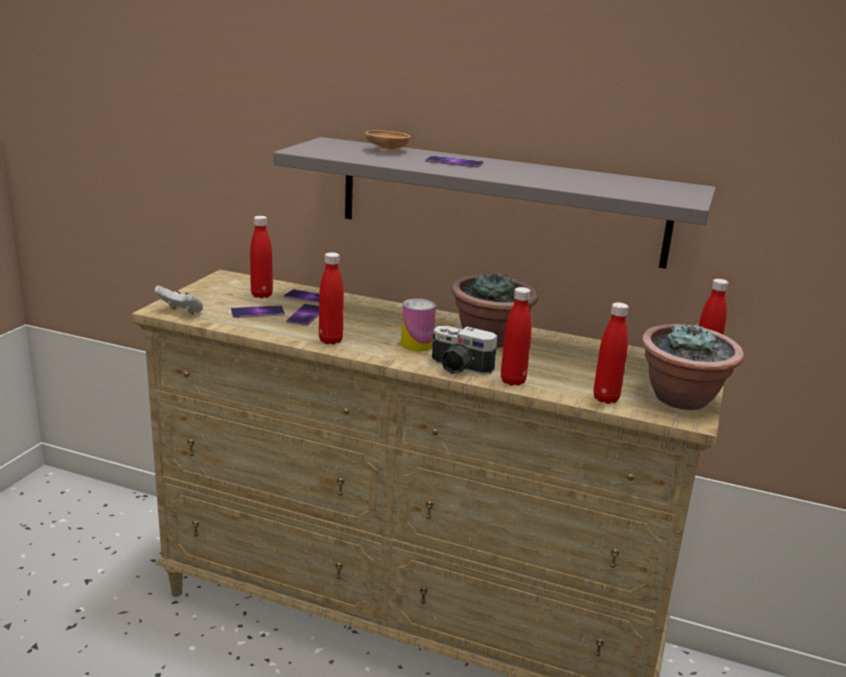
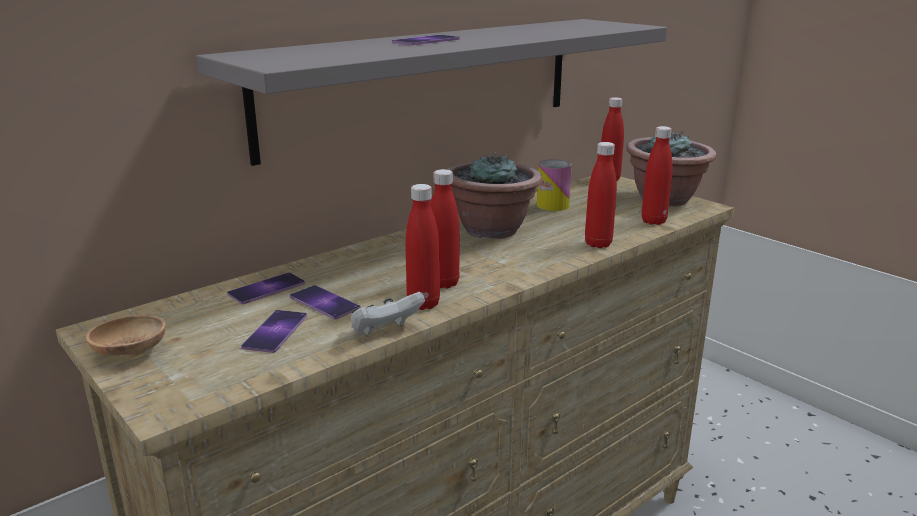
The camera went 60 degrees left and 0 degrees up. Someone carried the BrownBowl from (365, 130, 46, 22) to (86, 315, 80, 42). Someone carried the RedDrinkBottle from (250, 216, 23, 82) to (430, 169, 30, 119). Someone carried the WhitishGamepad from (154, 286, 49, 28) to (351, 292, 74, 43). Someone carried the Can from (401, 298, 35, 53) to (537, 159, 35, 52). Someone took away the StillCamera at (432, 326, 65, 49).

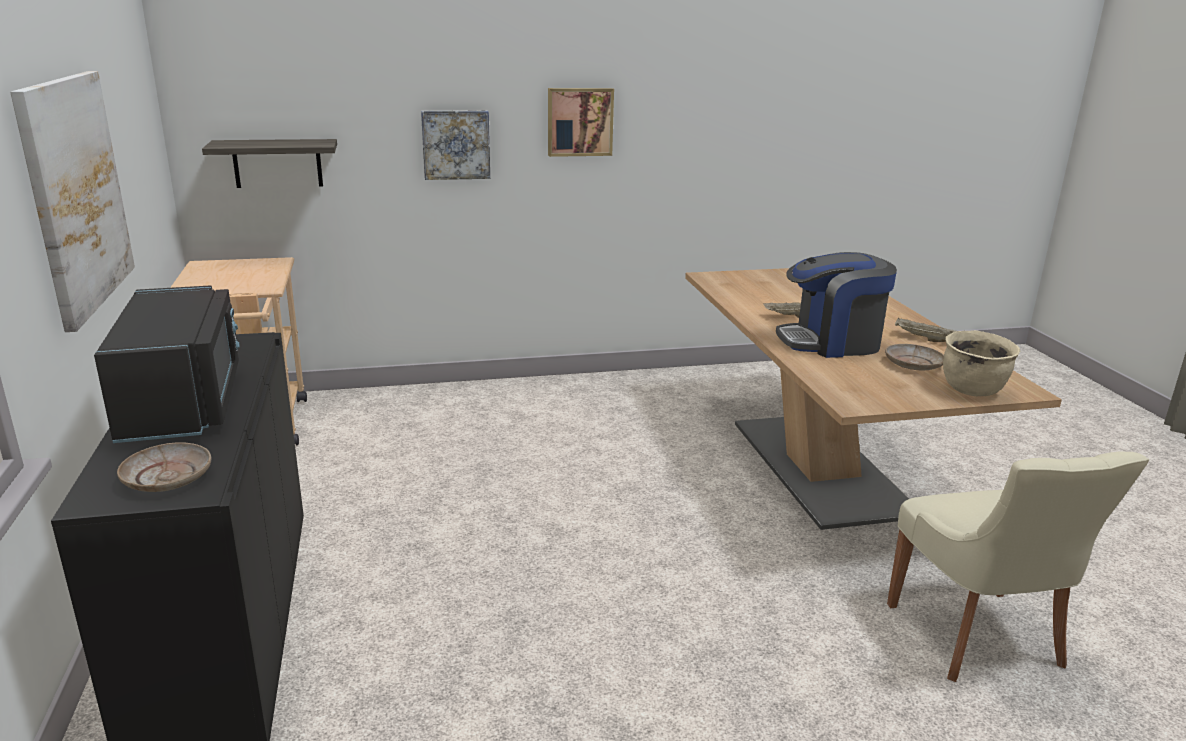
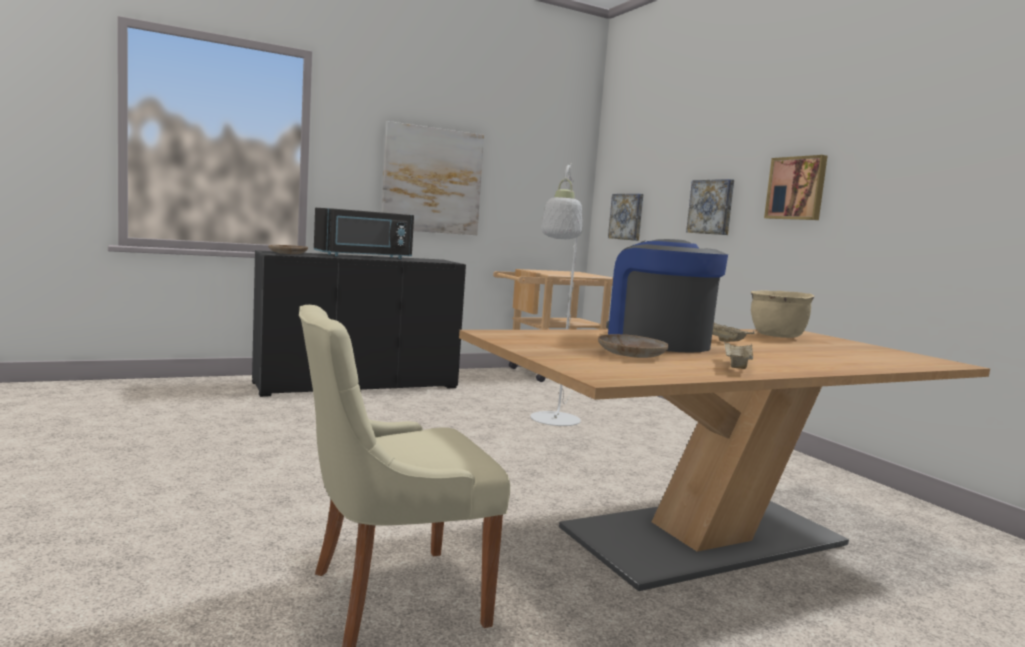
The camera went 75 degrees right and 15 degrees down. Someone swapped the Shelf at (202, 139, 135, 49) for the Picture at (608, 194, 35, 47). Someone carried the SandColouredStockpot from (943, 330, 77, 66) to (751, 290, 64, 48). Someone put down the WhitishStandingLamp at (530, 163, 53, 263).

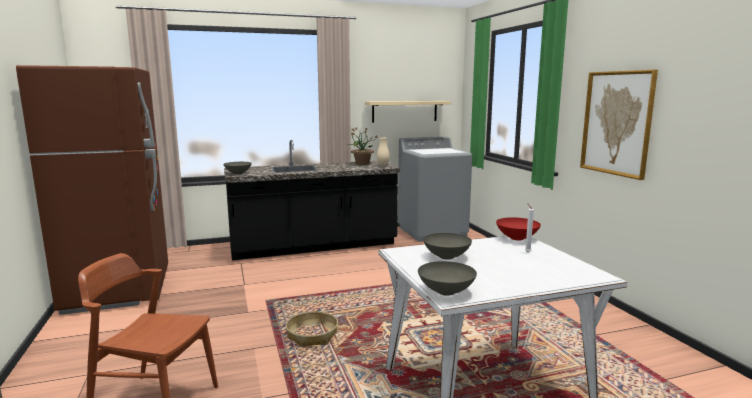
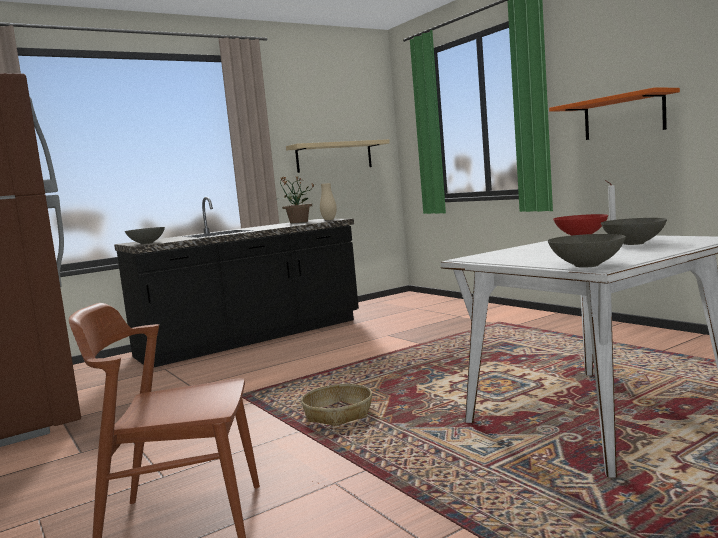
The camera went 15 degrees left and 5 degrees down. Someone swapped the Picture at (580, 70, 78, 110) for the OrangeShelf at (549, 87, 131, 53). Someone took away the GreyishWashingMachine at (398, 137, 74, 105). Someone carried the GreyishBowl from (423, 233, 49, 27) to (601, 218, 66, 27).

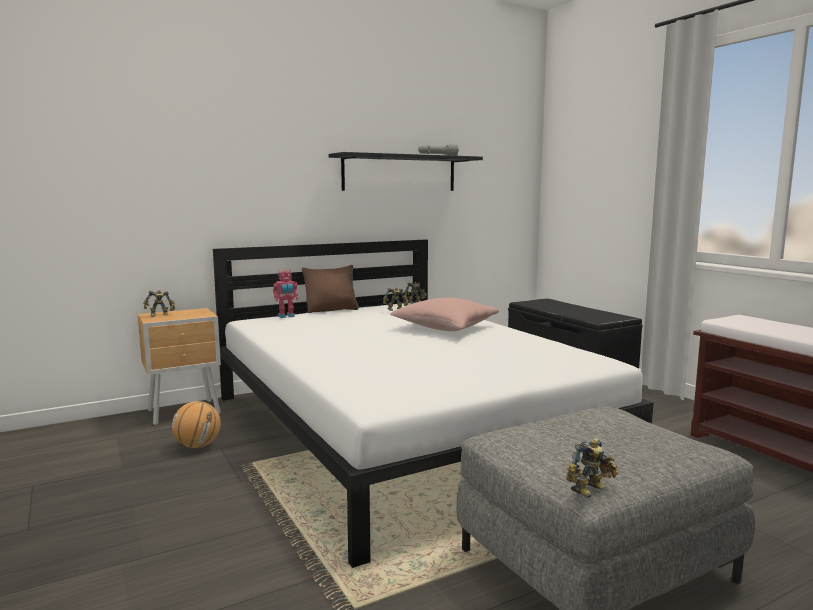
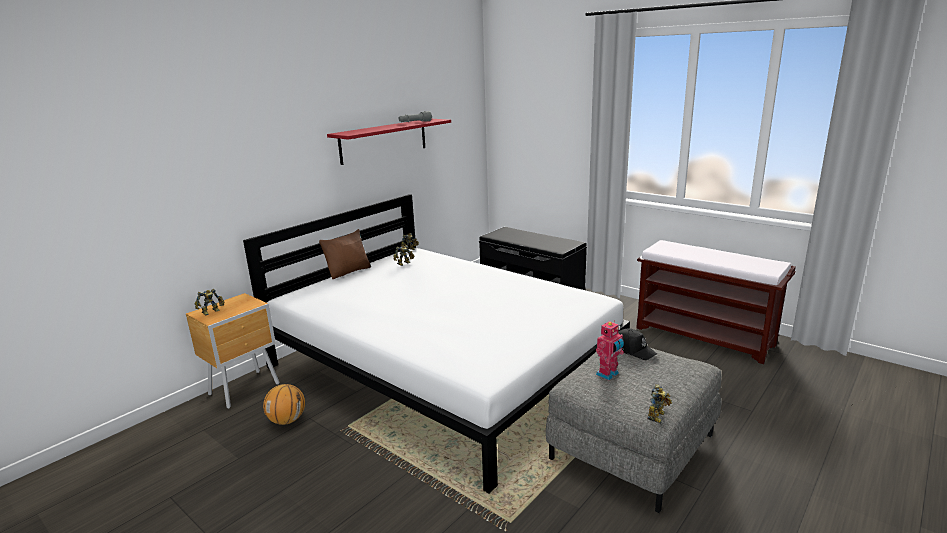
The camera went 20 degrees left and 10 degrees up. Someone repainted the BlackishShelf at (329, 152, 154, 39), which became the RedShelf at (327, 119, 124, 46). Someone carried the ModelRobot from (273, 269, 25, 49) to (596, 321, 28, 59). Someone took away the PinkPillow at (390, 298, 109, 33). Someone put down the BlackishBaseballCap at (618, 328, 39, 32).

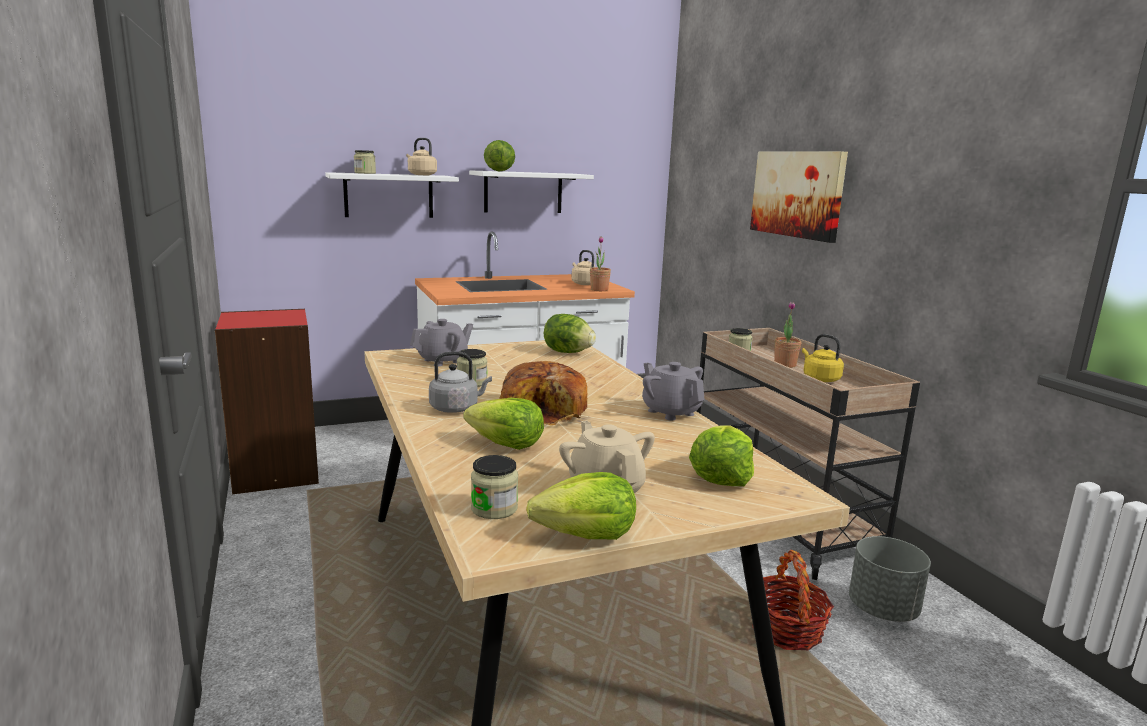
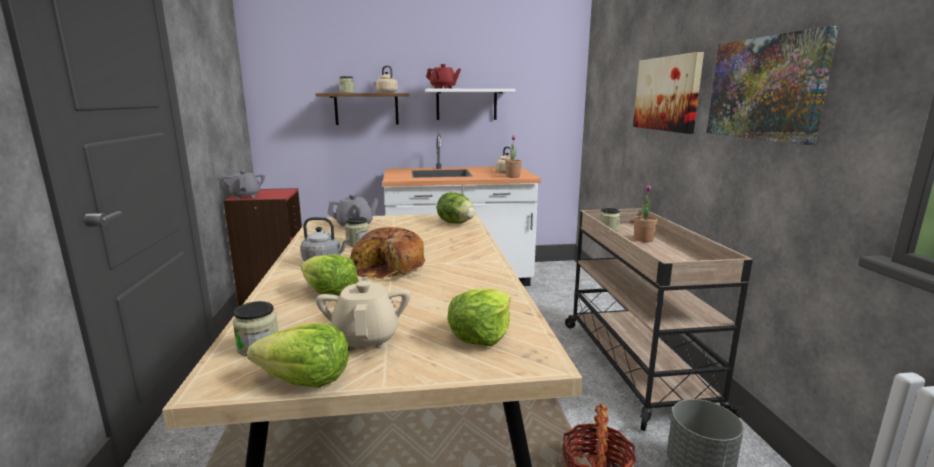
The camera went 15 degrees right and 0 degrees up. Someone swapped the Lettuce at (484, 140, 31, 32) for the RedTeaPot at (426, 64, 35, 25). Someone repainted the WhitishShelf at (325, 172, 134, 46), which became the BrownShelf at (316, 93, 93, 32). Someone took away the YellowKettle at (802, 334, 42, 48). Someone carried the GreyishTeaPot from (642, 362, 63, 59) to (222, 170, 43, 29). Someone put up the Picture at (707, 26, 132, 119).

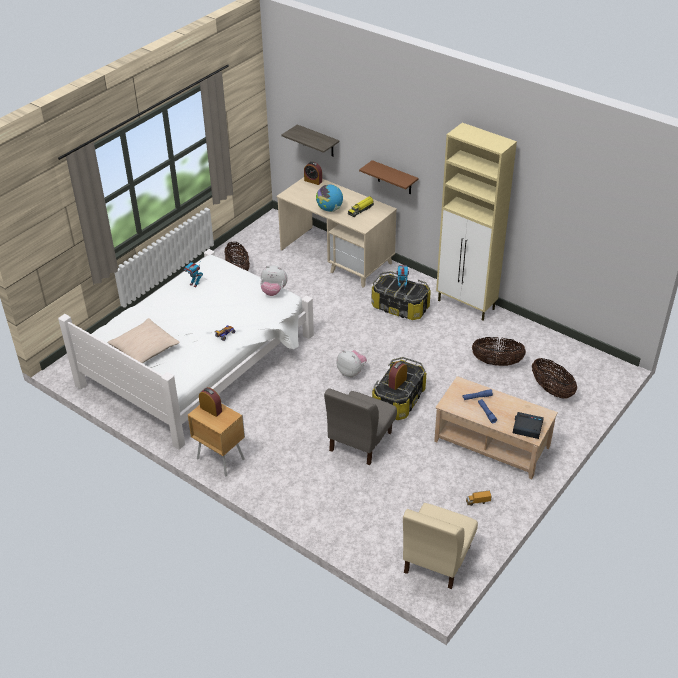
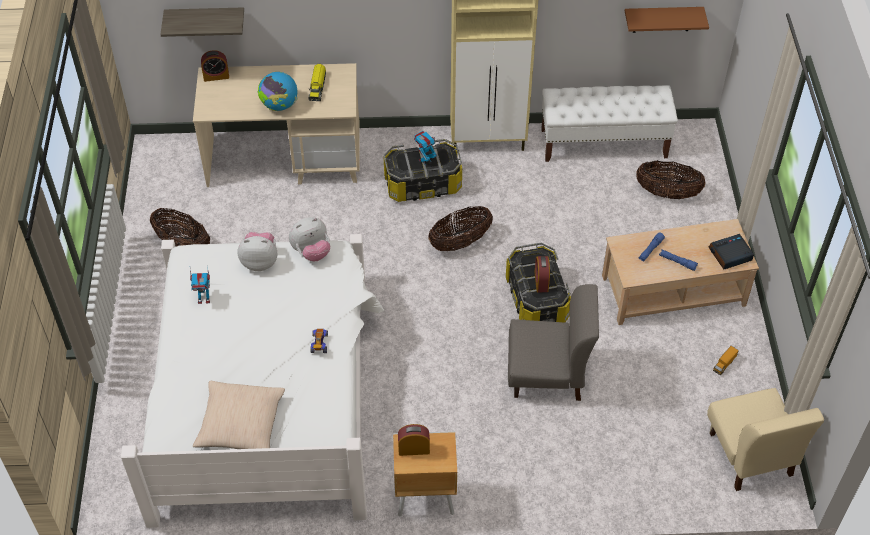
The camera went 40 degrees left and 10 degrees up. Someone carried the BrownShelf from (359, 160, 59, 34) to (625, 7, 84, 26). Someone carried the StorageBasket from (472, 337, 54, 29) to (428, 206, 65, 45). Someone carried the CuddlyToy from (337, 350, 30, 28) to (238, 232, 39, 39). Someone rotated the GreyishUprightChair at (324, 388, 73, 77) by 75 degrees counterclockwise. Someone put down the WhitishBench at (541, 85, 137, 77).

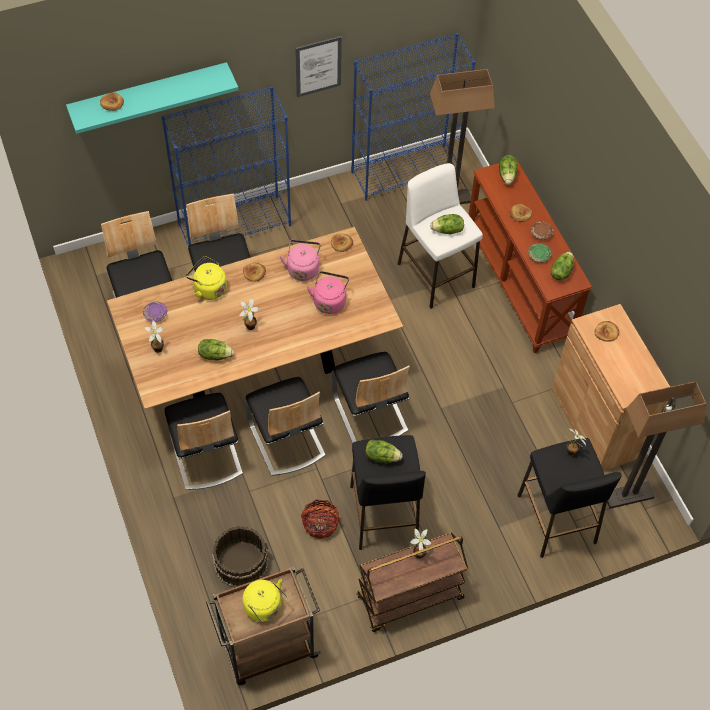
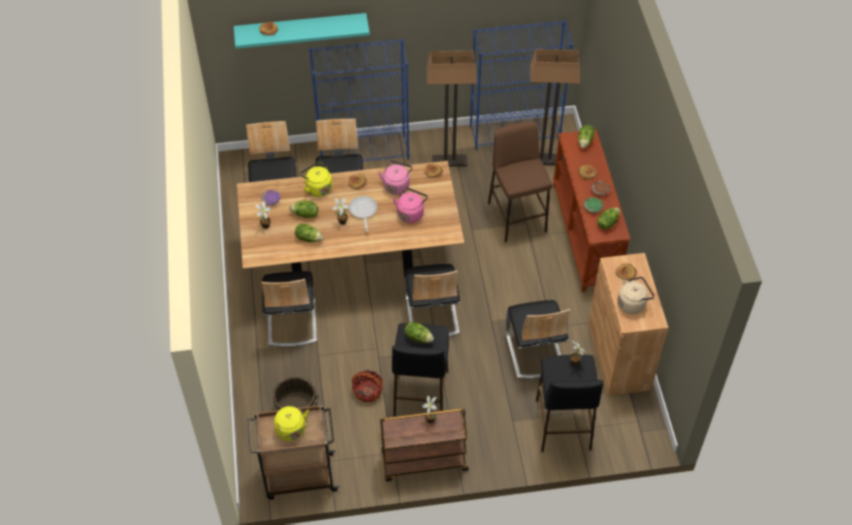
The camera went 15 degrees right and 5 degrees down. Someone took away the Picture at (295, 36, 47, 61). Someone repainted the WhitishStool at (398, 163, 85, 146), which became the BrownStool at (488, 121, 64, 122). Someone carried the Lettuce from (430, 214, 34, 20) to (290, 201, 28, 17). Someone carried the UprightChair from (245, 377, 81, 99) to (506, 300, 64, 79). Someone carried the StandingLamp from (607, 381, 99, 128) to (426, 51, 51, 116). Someone put down the FryingPan at (349, 196, 28, 36). Someone put down the SandColouredKettle at (618, 277, 36, 37).

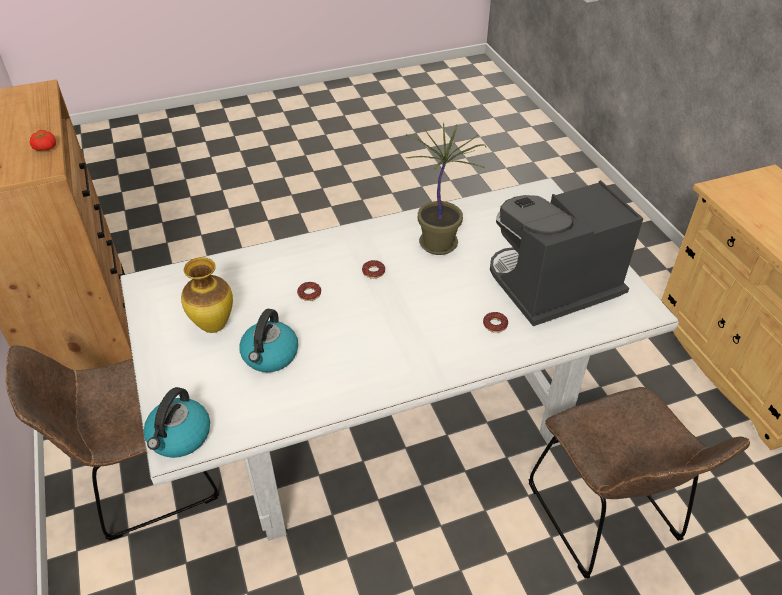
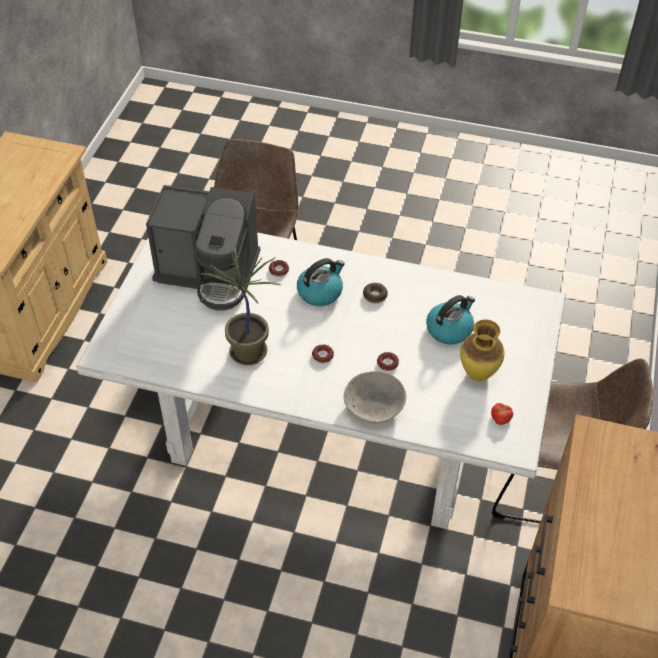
The camera went 145 degrees left and 5 degrees up. Someone carried the Tomato from (30, 130, 26, 21) to (491, 403, 23, 22). Someone carried the Kettle from (144, 387, 66, 71) to (297, 258, 48, 48). Someone put down the RingDoughnut at (363, 283, 25, 20). Someone put down the GreyishBowl at (343, 371, 63, 53).

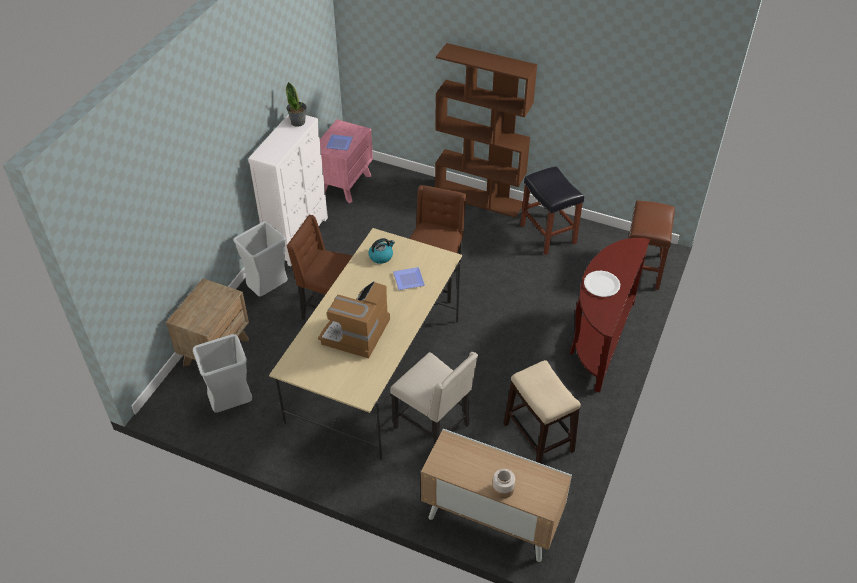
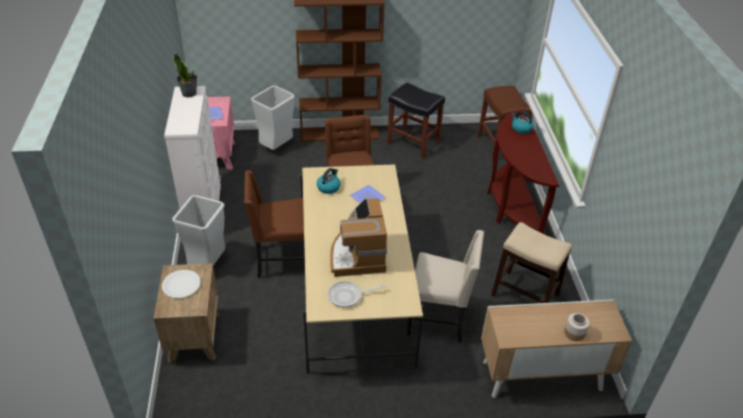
The camera went 30 degrees left and 5 degrees down. Someone carried the WhitishPlate from (584, 271, 36, 26) to (162, 270, 39, 28). Someone carried the GreyishRubbishBin from (193, 334, 59, 79) to (251, 85, 44, 65). Someone put down the Kettle at (511, 111, 23, 23). Someone put down the FryingPan at (328, 281, 58, 27).

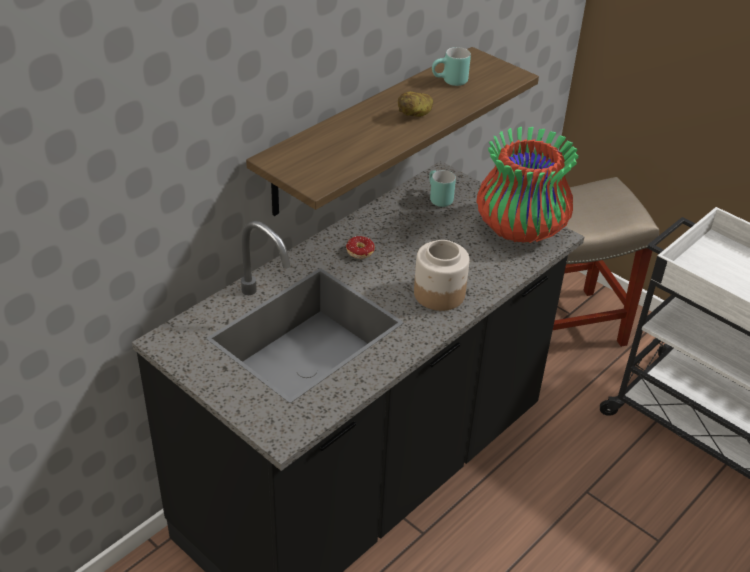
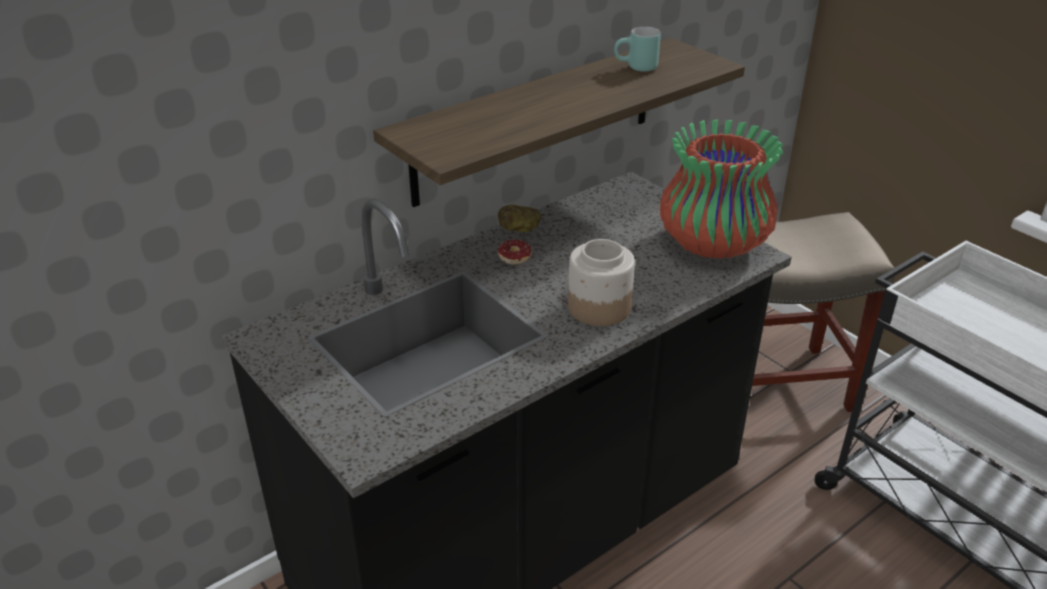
The camera went 10 degrees right and 5 degrees down. Someone carried the Spud from (398, 92, 35, 25) to (498, 205, 43, 27). Someone took away the TurquoiseColouredTeaMug at (429, 170, 27, 37).

